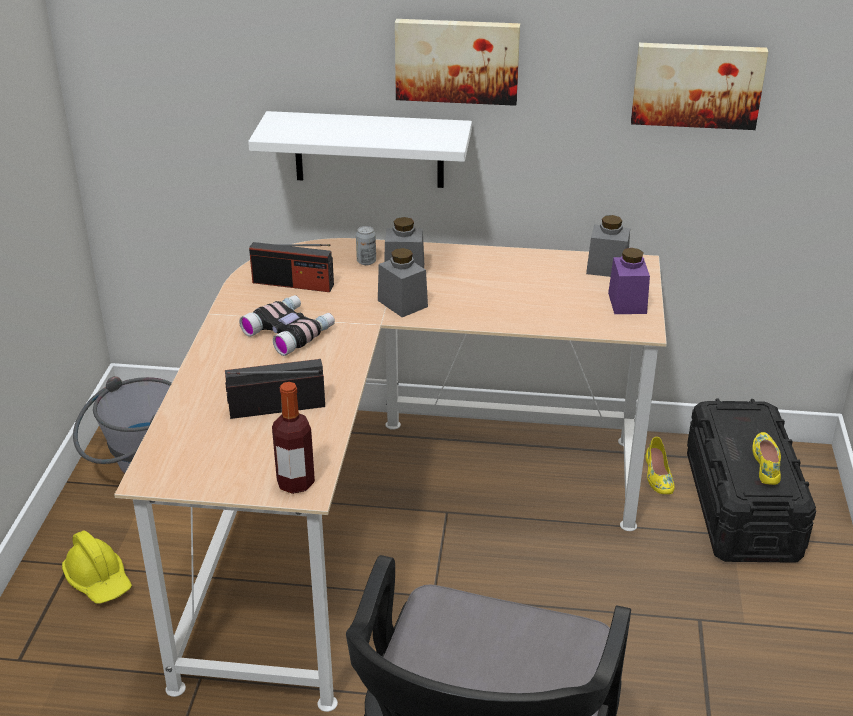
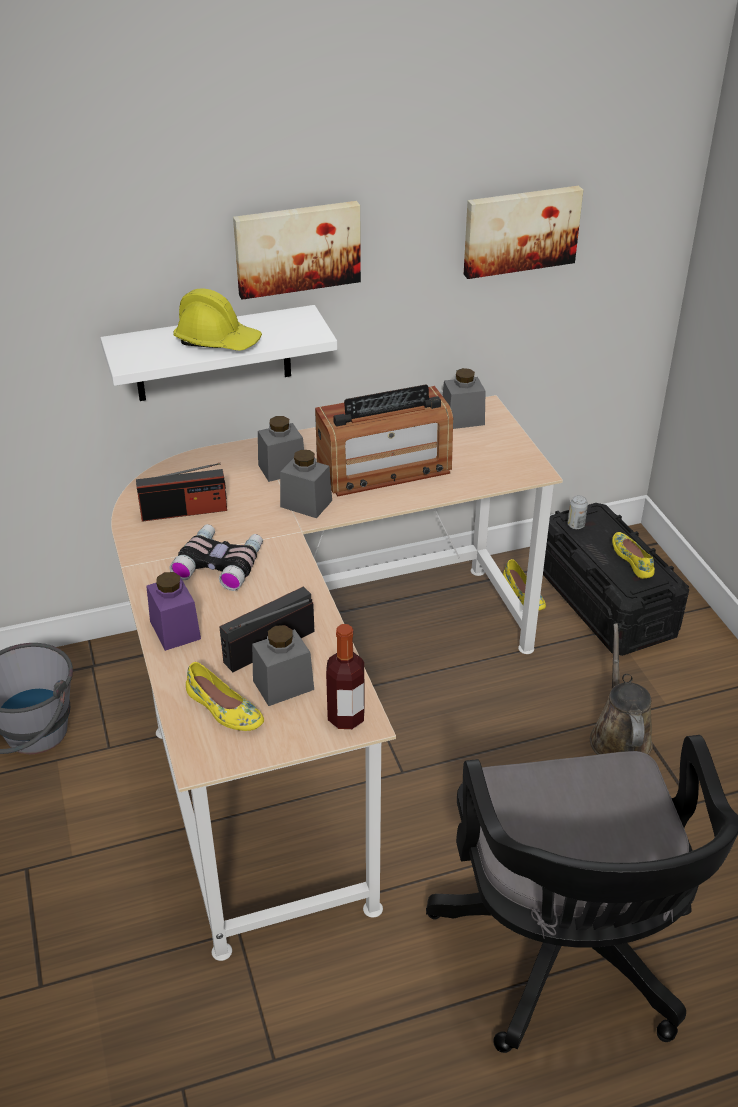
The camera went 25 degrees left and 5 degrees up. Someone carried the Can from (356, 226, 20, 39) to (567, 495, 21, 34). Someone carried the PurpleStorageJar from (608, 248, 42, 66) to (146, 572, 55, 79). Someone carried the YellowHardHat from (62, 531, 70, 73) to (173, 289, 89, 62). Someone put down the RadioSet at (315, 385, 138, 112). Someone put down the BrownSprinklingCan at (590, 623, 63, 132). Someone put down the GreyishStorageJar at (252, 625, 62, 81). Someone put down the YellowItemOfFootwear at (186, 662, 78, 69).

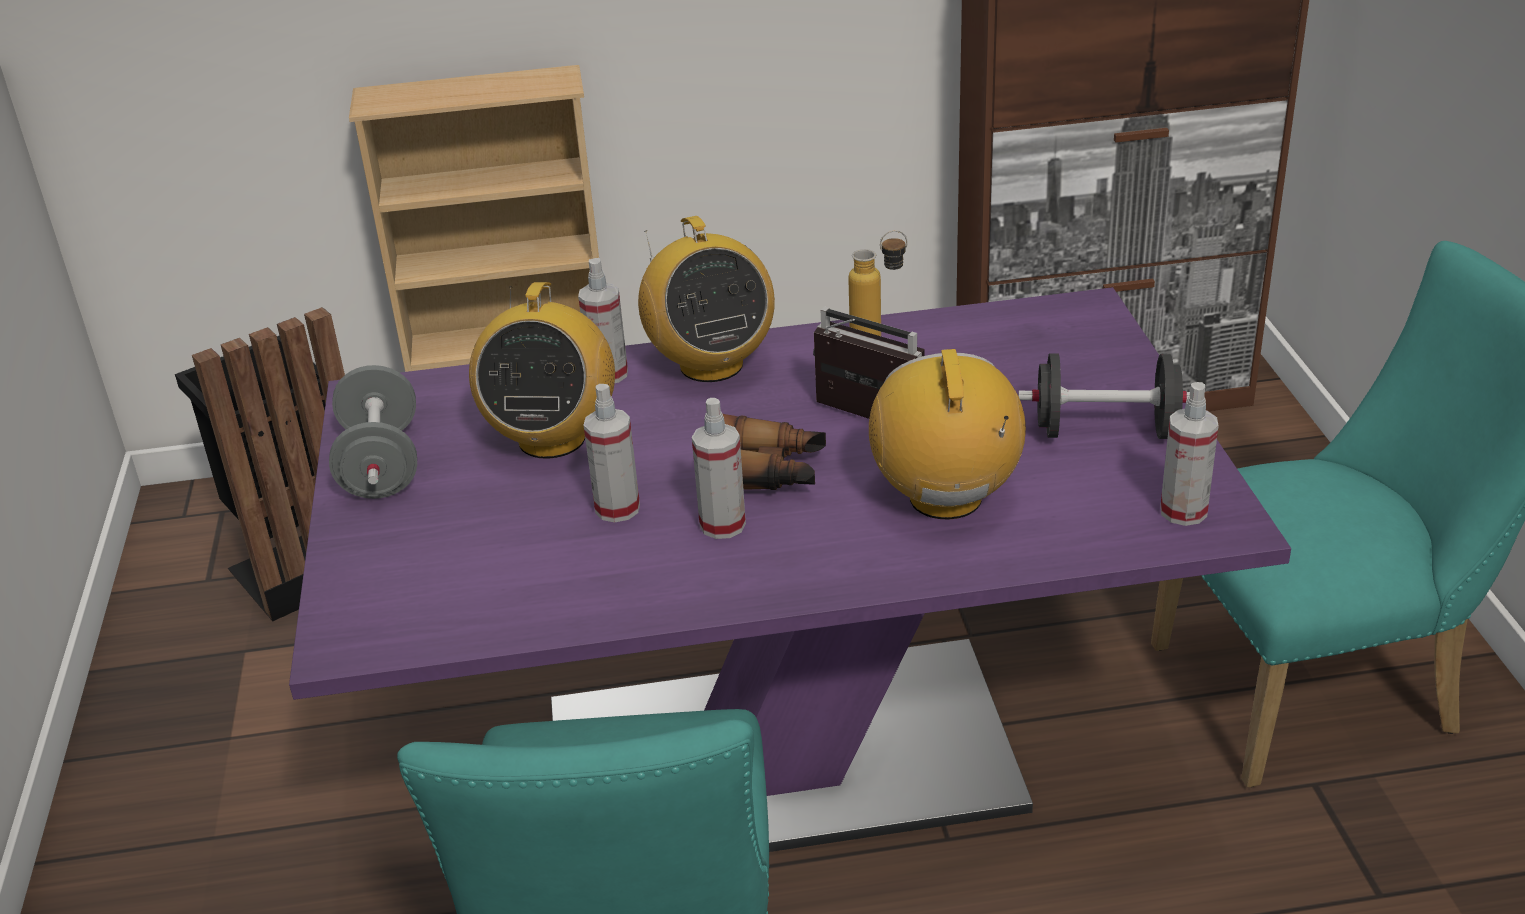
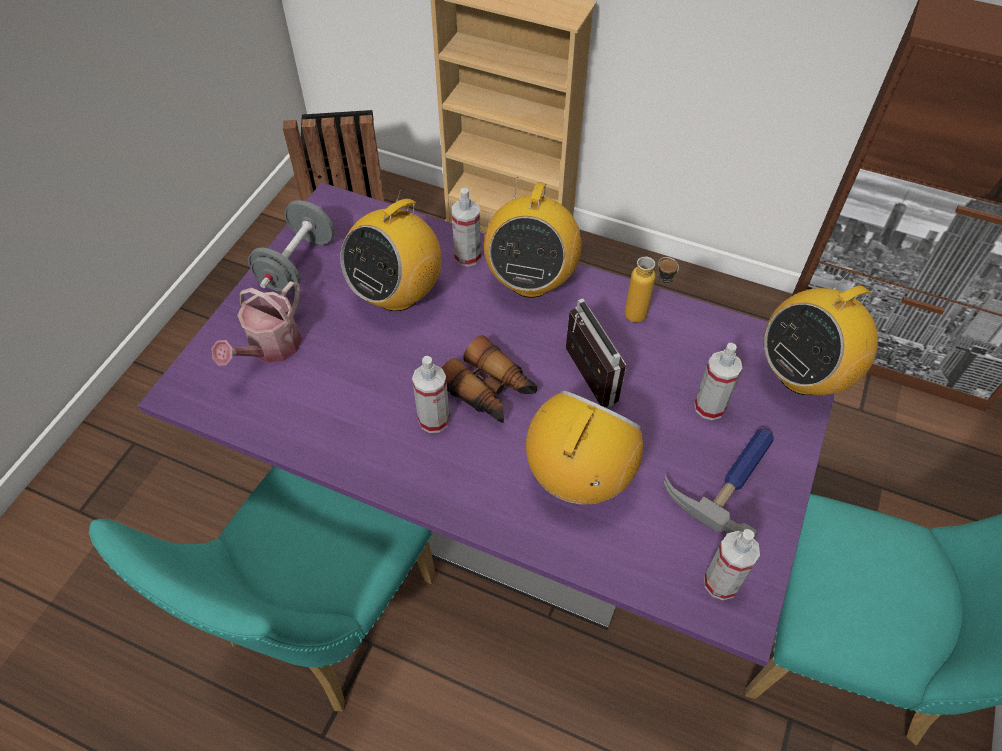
The camera went 30 degrees right and 20 degrees up. Someone swapped the BlackishHandWeight at (1018, 354, 172, 85) for the HandHammer at (663, 428, 111, 111). Someone carried the Sprayer from (584, 384, 56, 139) to (694, 343, 48, 77). Someone put down the RadioSet at (764, 270, 114, 125). Someone put down the SprinklingCan at (211, 281, 91, 85).

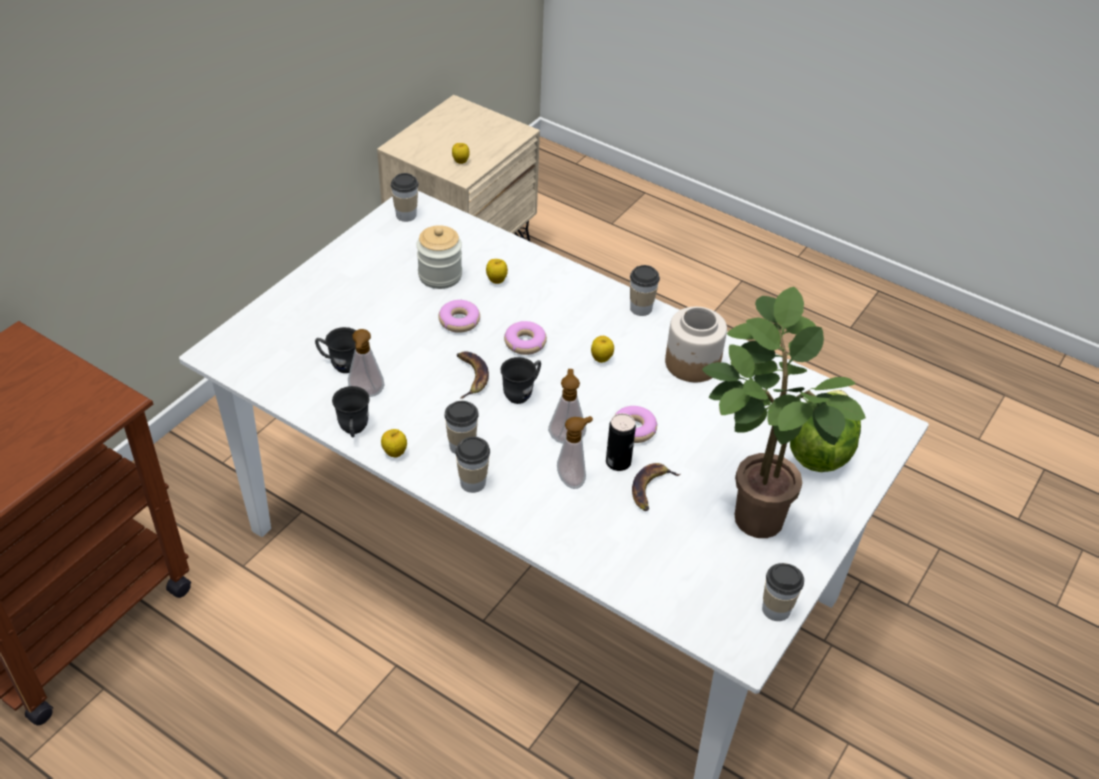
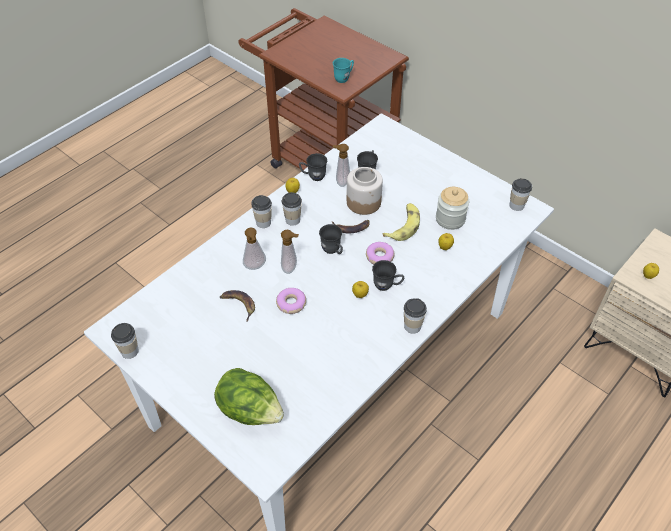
The camera went 100 degrees right and 5 degrees up. Someone took away the Houseplant at (702, 287, 164, 251). Someone swapped the RingDoughnut at (438, 300, 42, 33) for the WholeBanana at (382, 203, 38, 38). Someone carried the StorageJar from (665, 307, 62, 75) to (347, 167, 36, 48). Someone took away the Can at (606, 413, 30, 58). Someone put down the TurquoiseColouredTeaMug at (333, 58, 21, 25). Someone put down the GreyishTeaMug at (372, 260, 32, 31).

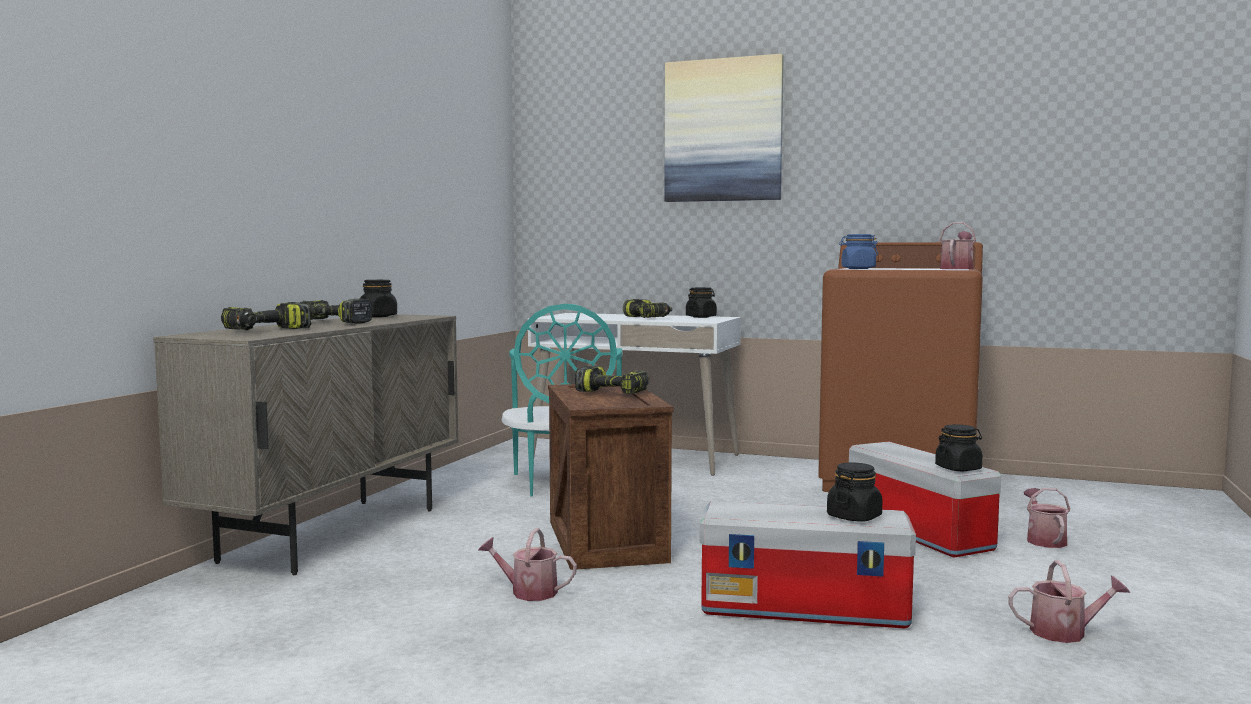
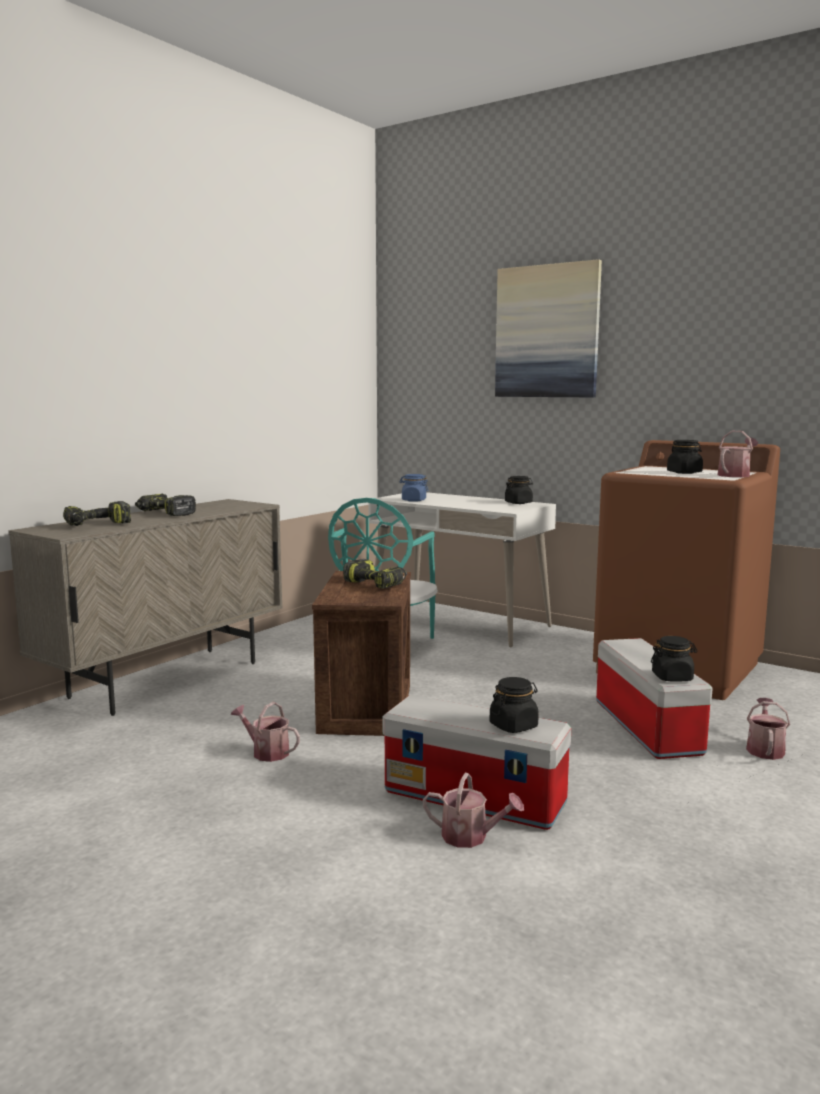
The camera went 15 degrees right and 5 degrees up. Someone carried the BluishStorageJar from (839, 234, 39, 35) to (399, 474, 29, 28). Someone carried the BlackishStorageJar from (360, 280, 37, 37) to (667, 440, 36, 34). Someone took away the Drill at (623, 299, 49, 19). Someone carried the SprinklingCan from (1008, 560, 122, 83) to (423, 773, 101, 75).

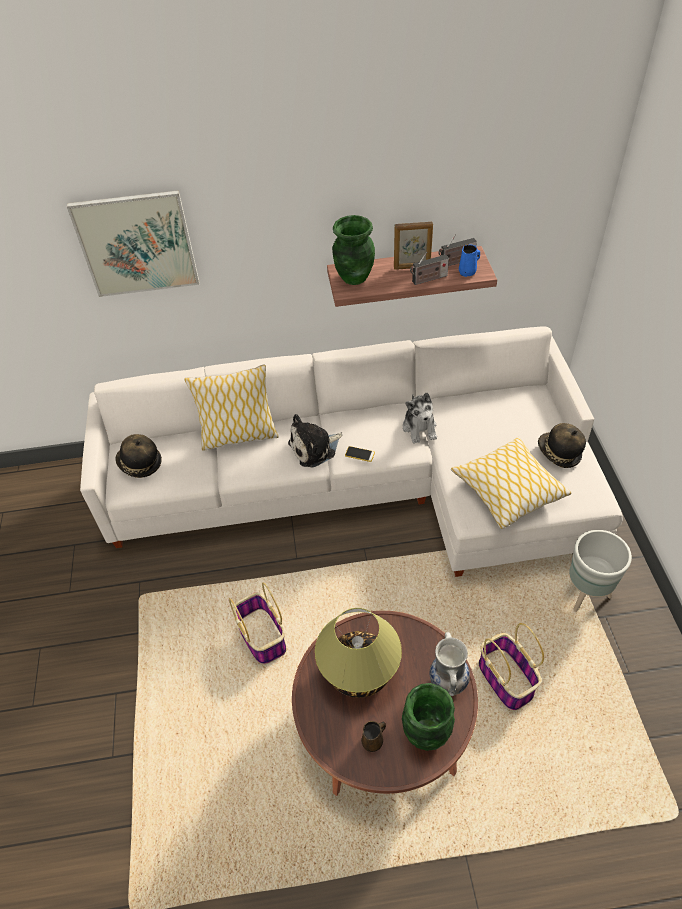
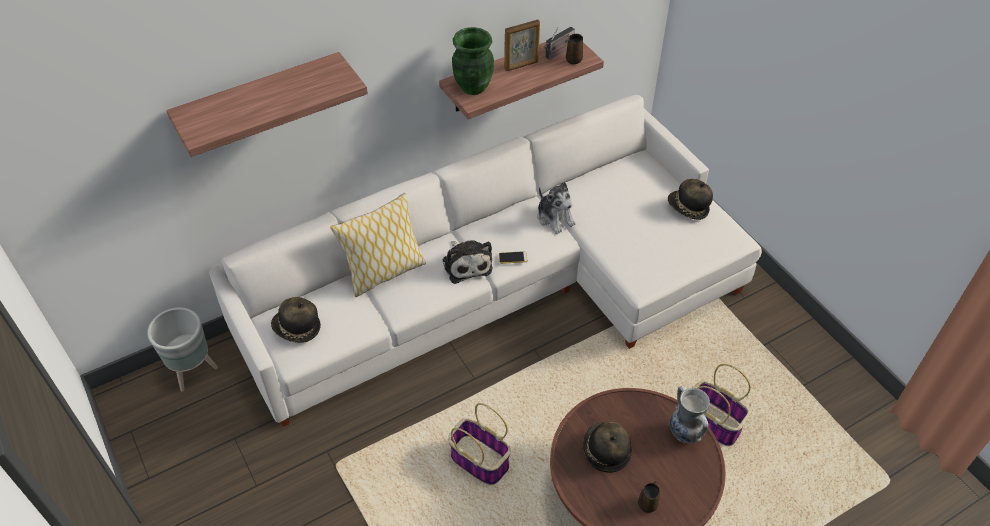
The camera went 25 degrees left and 0 degrees up. Someone swapped the Picture at (67, 190, 132, 107) for the Shelf at (166, 52, 202, 105). Someone repainted the BluishTeaMug at (459, 244, 21, 33), which became the BrownTeaMug at (566, 34, 17, 31). Someone took away the RadioSet at (410, 252, 39, 33). Someone rotated the CuddlyToy at (288, 414, 55, 53) by 60 degrees counterclockwise. Someone took away the Pillow at (451, 437, 121, 92). Someone carried the GreyishPlantPot from (569, 530, 63, 82) to (147, 307, 71, 84). Someone swapped the TableLamp at (315, 608, 87, 90) for the WearableHat at (583, 421, 49, 52). Someone took away the GreenVase at (402, 683, 53, 68).

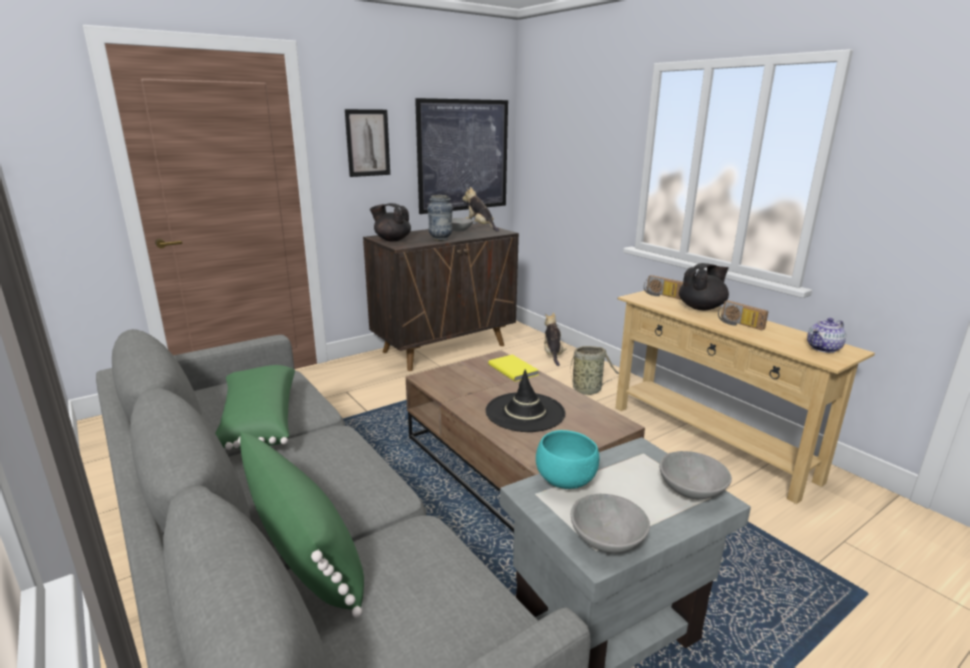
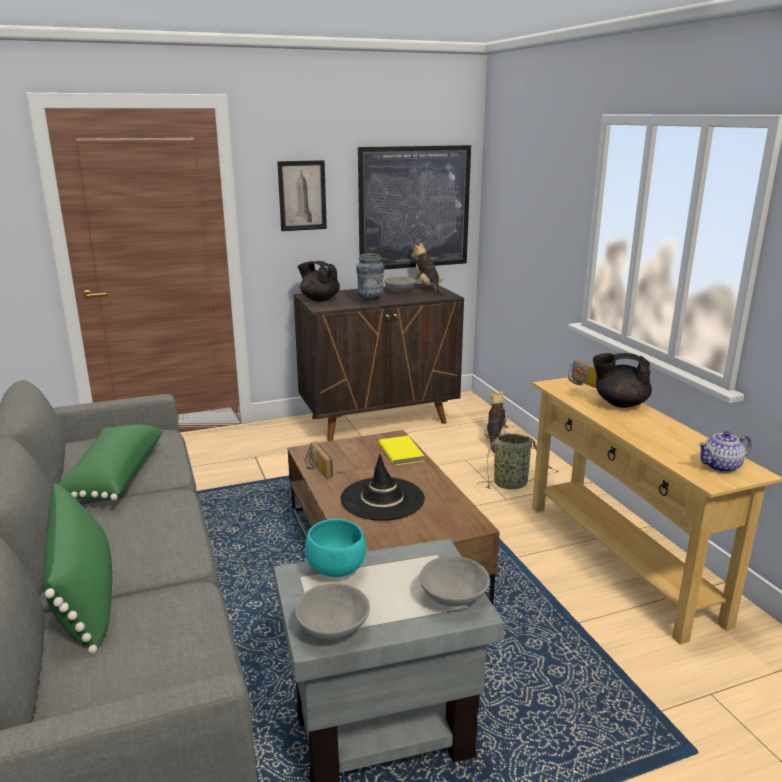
The camera went 15 degrees right and 0 degrees up. Someone rotated the BlackishTeaPot at (679, 263, 50, 47) by 150 degrees counterclockwise. Someone carried the RadioSet from (718, 300, 50, 31) to (306, 442, 27, 37).

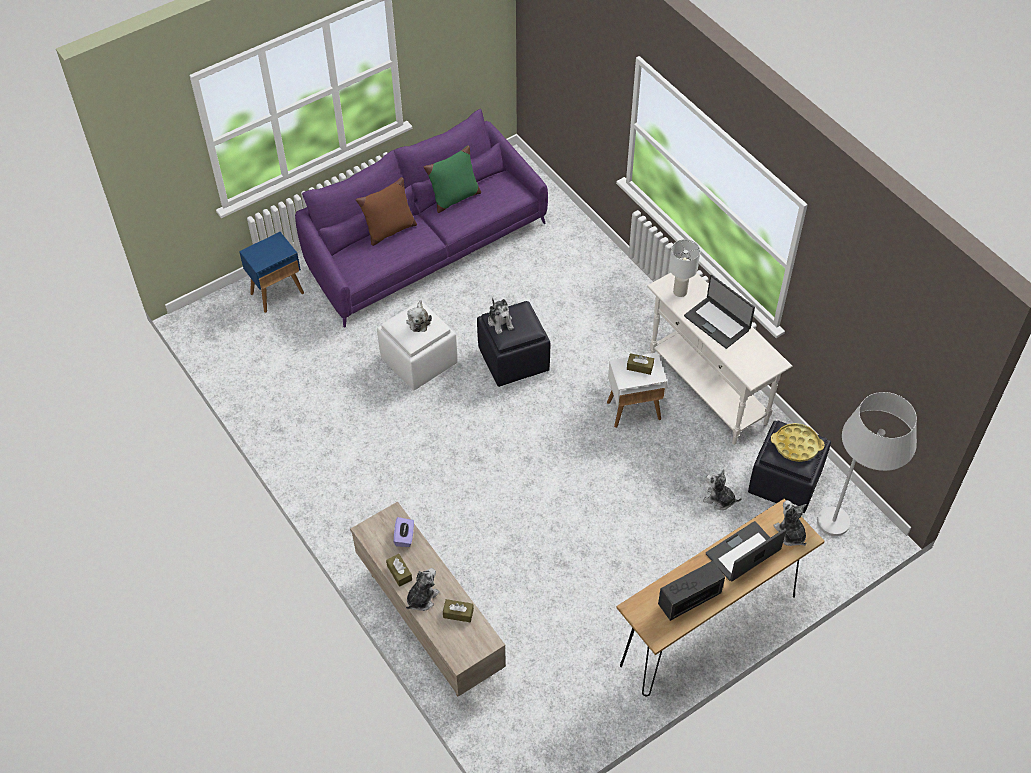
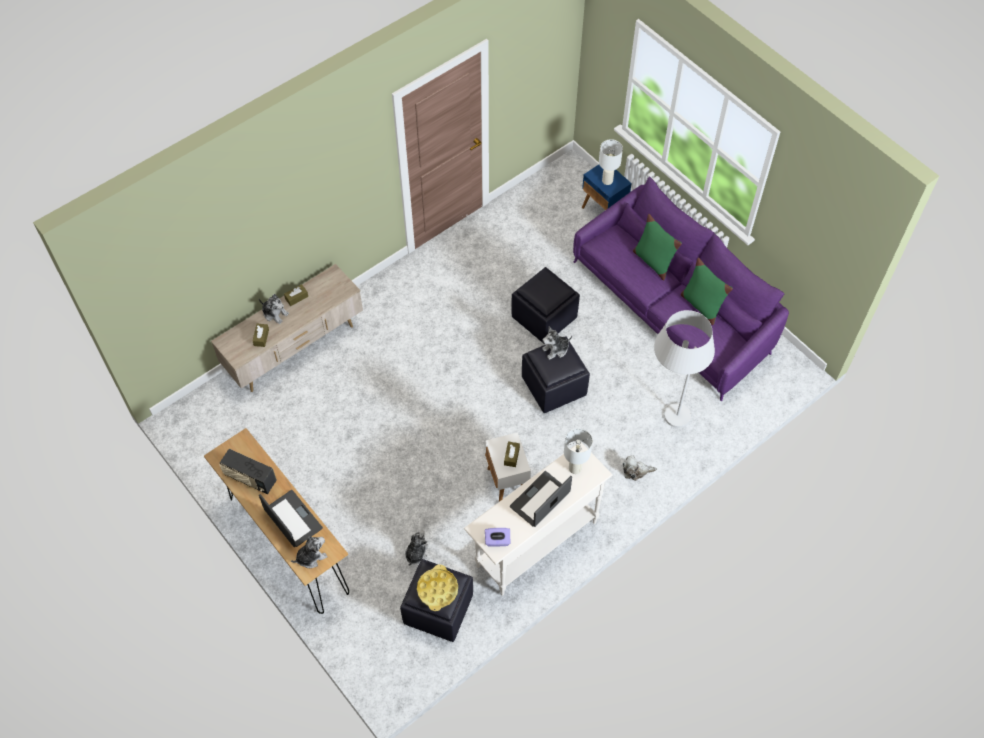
The camera went 85 degrees right and 5 degrees up. Someone repainted the BrownPillow at (356, 177, 61, 69), which became the GreenPillow at (633, 214, 49, 67). Someone carried the CuddlyToy from (406, 300, 26, 32) to (623, 456, 34, 25). Someone repainted the WhitishOttoman at (377, 301, 80, 89), which became the BlackishOttoman at (511, 267, 69, 77). Someone carried the WhitishStandingLamp from (817, 392, 100, 144) to (654, 310, 61, 118). Someone carried the PurpleTissueHolder from (394, 517, 20, 30) to (485, 528, 25, 19). Someone rotated the RadioSet at (658, 561, 67, 60) by 150 degrees clockwise. Someone put down the WhitishTableLamp at (599, 139, 24, 46).

